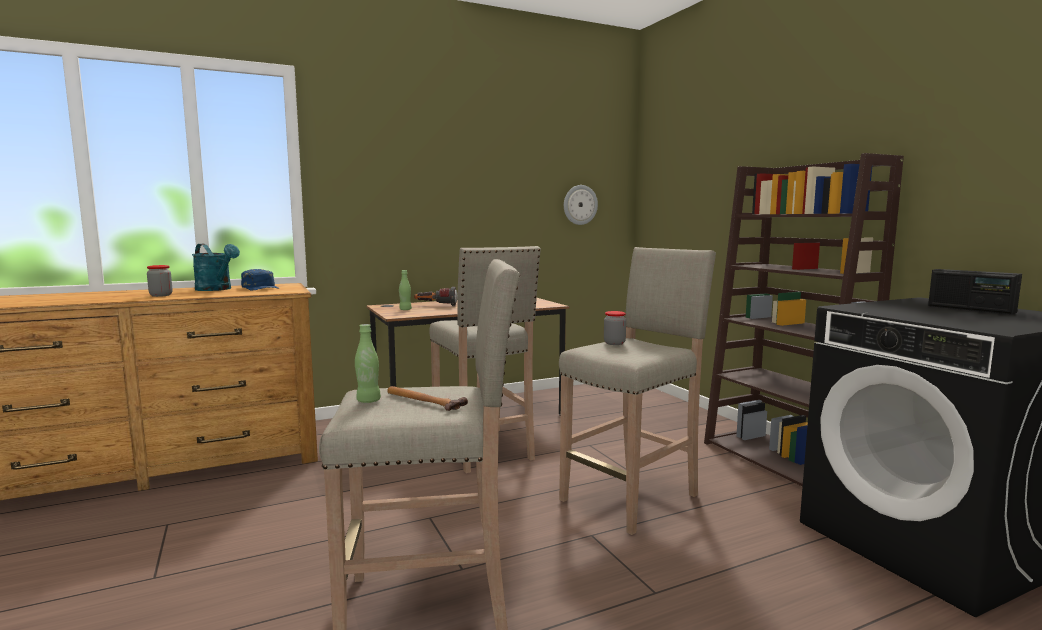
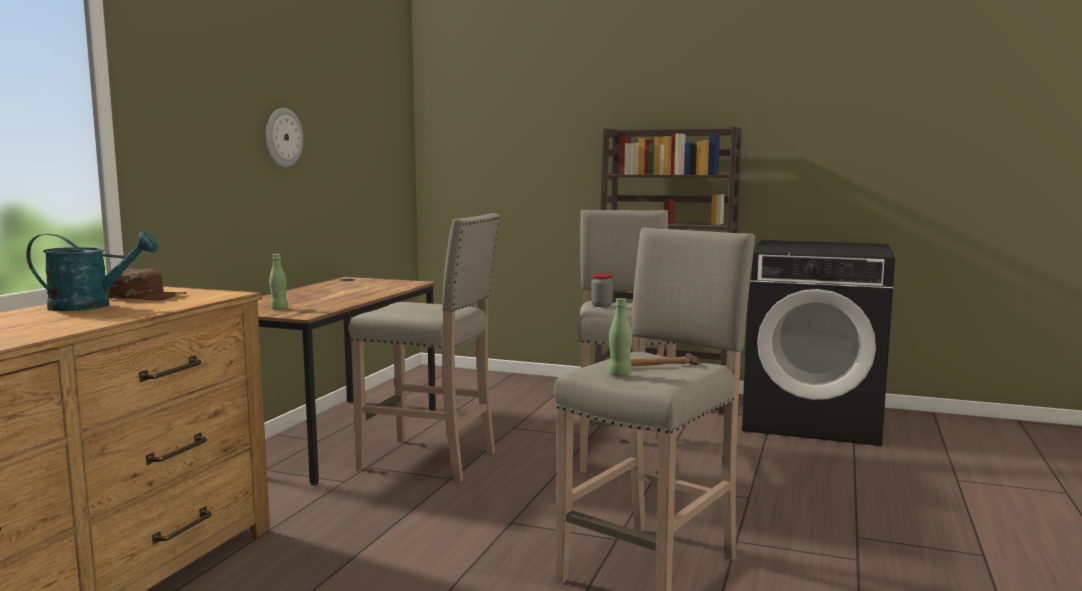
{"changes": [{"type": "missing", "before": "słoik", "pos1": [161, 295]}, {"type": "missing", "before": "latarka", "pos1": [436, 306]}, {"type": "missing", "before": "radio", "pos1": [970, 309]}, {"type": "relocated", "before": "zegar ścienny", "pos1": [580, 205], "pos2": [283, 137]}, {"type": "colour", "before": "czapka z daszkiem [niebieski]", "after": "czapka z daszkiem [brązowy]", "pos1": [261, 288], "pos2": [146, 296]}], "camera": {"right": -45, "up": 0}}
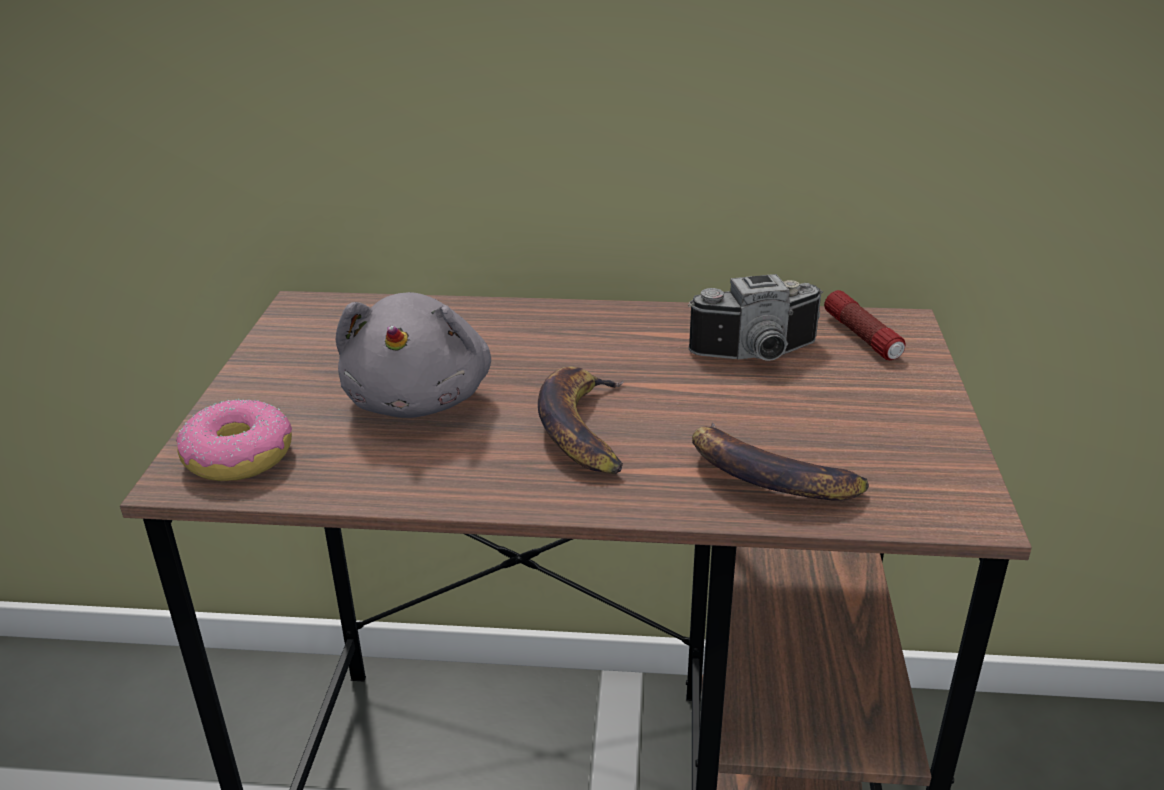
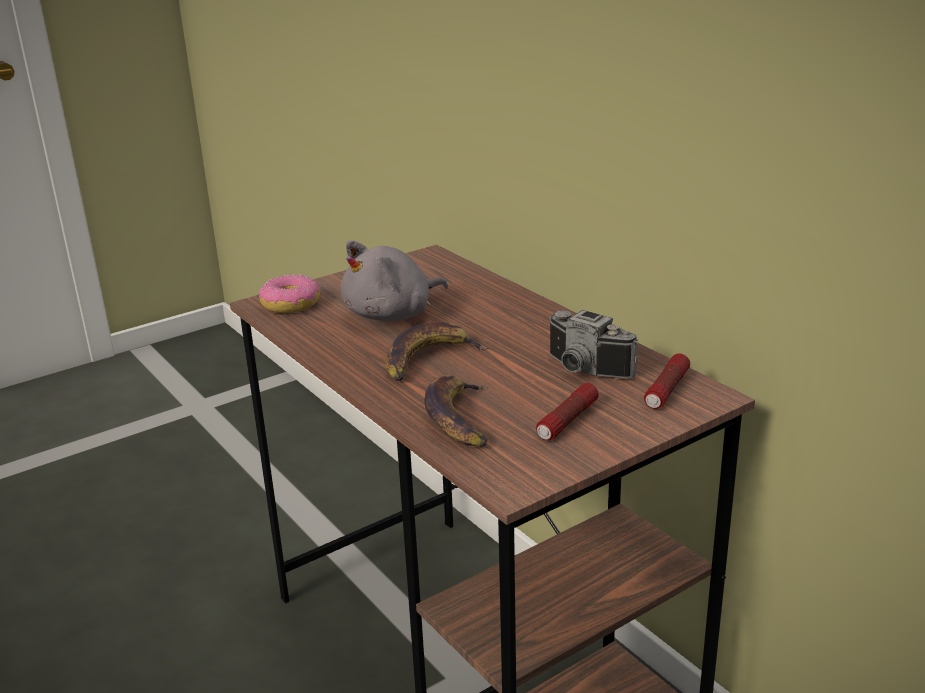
{"changes": [{"type": "appeared", "after": "latarka", "pos2": [567, 421]}], "camera": {"right": 50, "up": -5}}
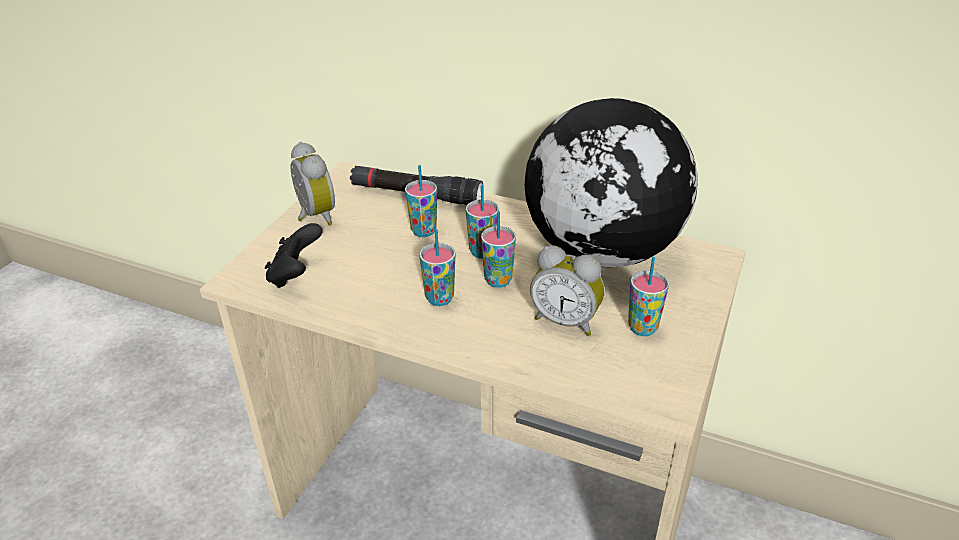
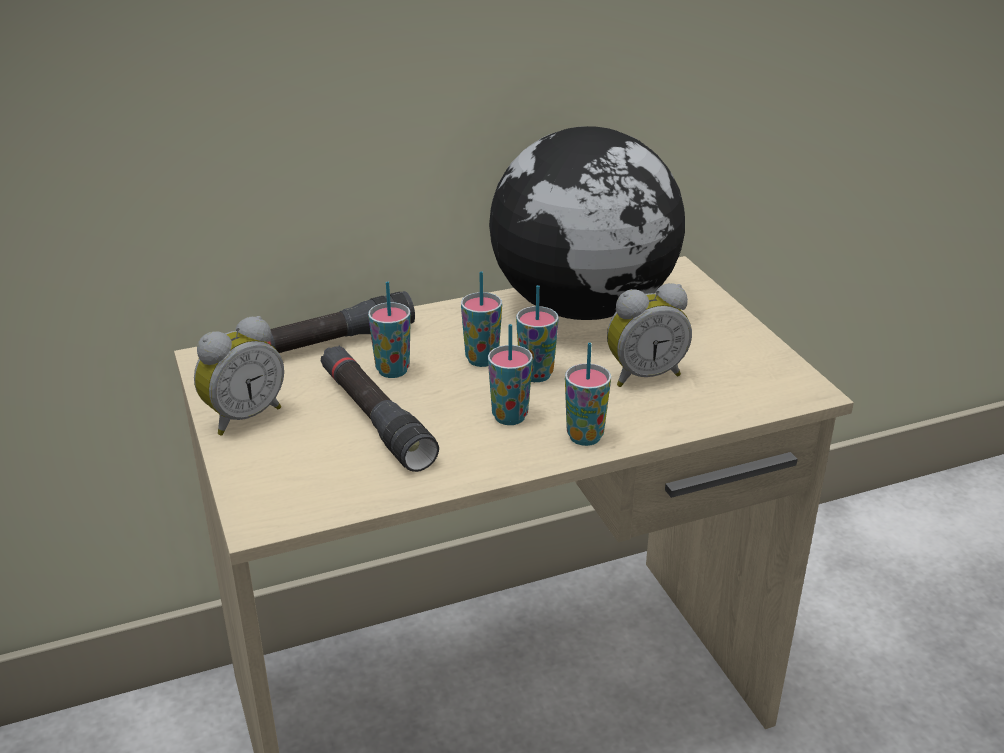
{"changes": [{"type": "missing", "before": "pad do gier [czarny]", "pos1": [296, 275]}, {"type": "appeared", "after": "latarka [czarny]", "pos2": [375, 418]}, {"type": "relocated", "before": "filiżanka", "pos1": [642, 328], "pos2": [585, 437]}, {"type": "spun", "before": "budzik", "pos1": [313, 216], "pos2": [243, 416], "turn": 120}], "camera": {"right": -45, "up": -5}}
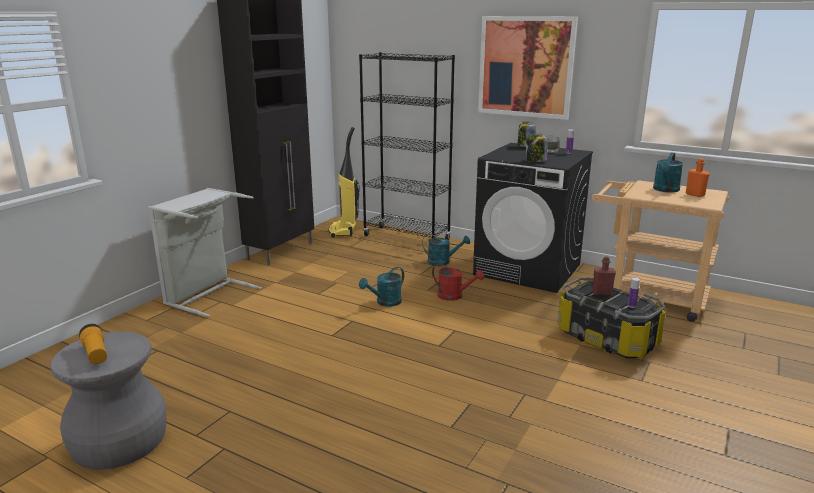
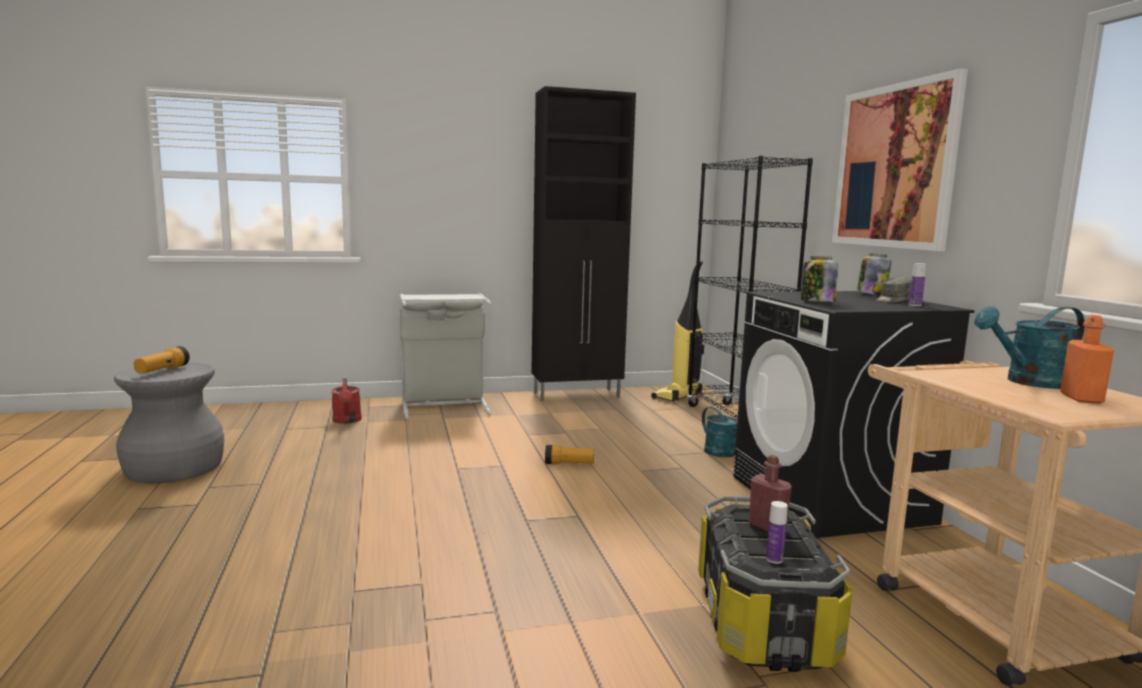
{"changes": [{"type": "relocated", "before": "konewka [czerwony]", "pos1": [454, 296], "pos2": [347, 421]}, {"type": "exchanged", "before": "konewka [turkusowy]", "after": "latarka", "pos1": [385, 302], "pos2": [569, 464]}], "camera": {"right": 45, "up": -10}}
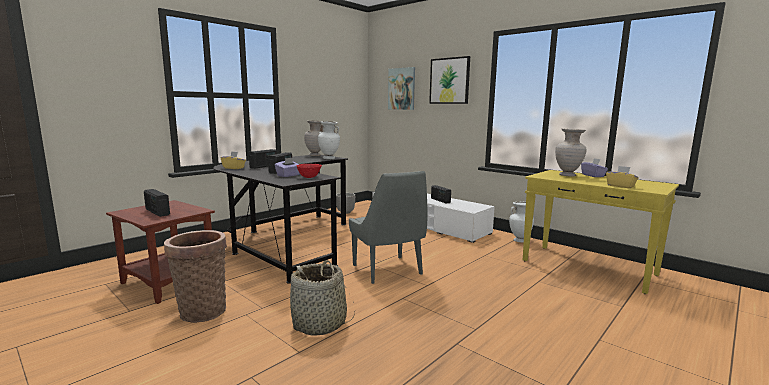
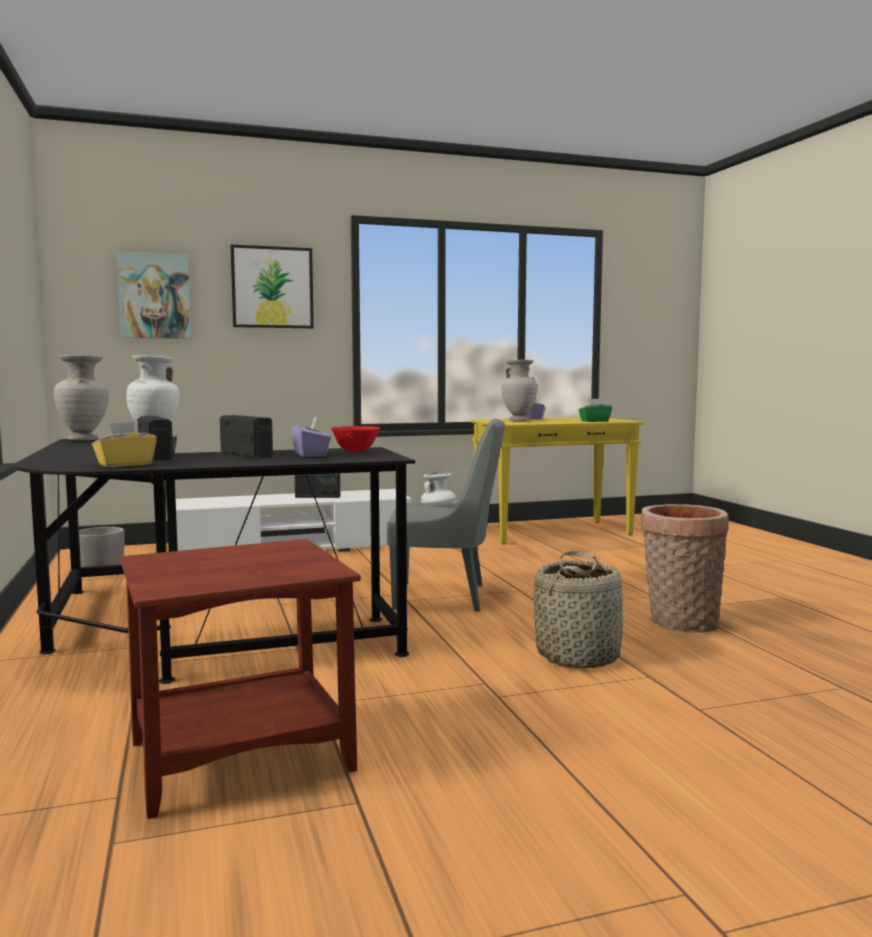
{"changes": [{"type": "missing", "before": "radio", "pos1": [157, 212]}, {"type": "relocated", "before": "koszyk", "pos1": [202, 310], "pos2": [680, 624]}, {"type": "colour", "before": "pudełko chusteczek [żółty]", "after": "pudełko chusteczek [zielony]", "pos1": [620, 186], "pos2": [594, 421]}], "camera": {"right": -60, "up": -5}}
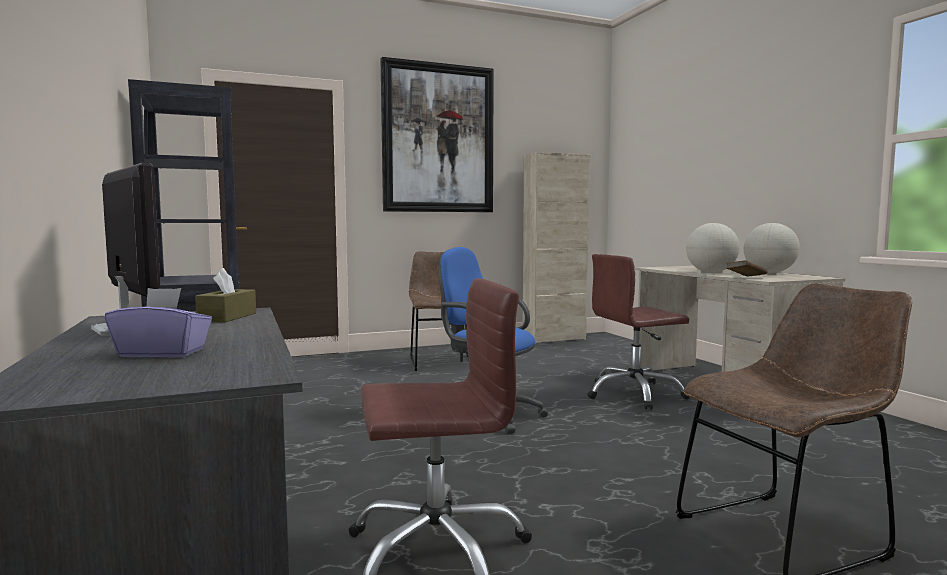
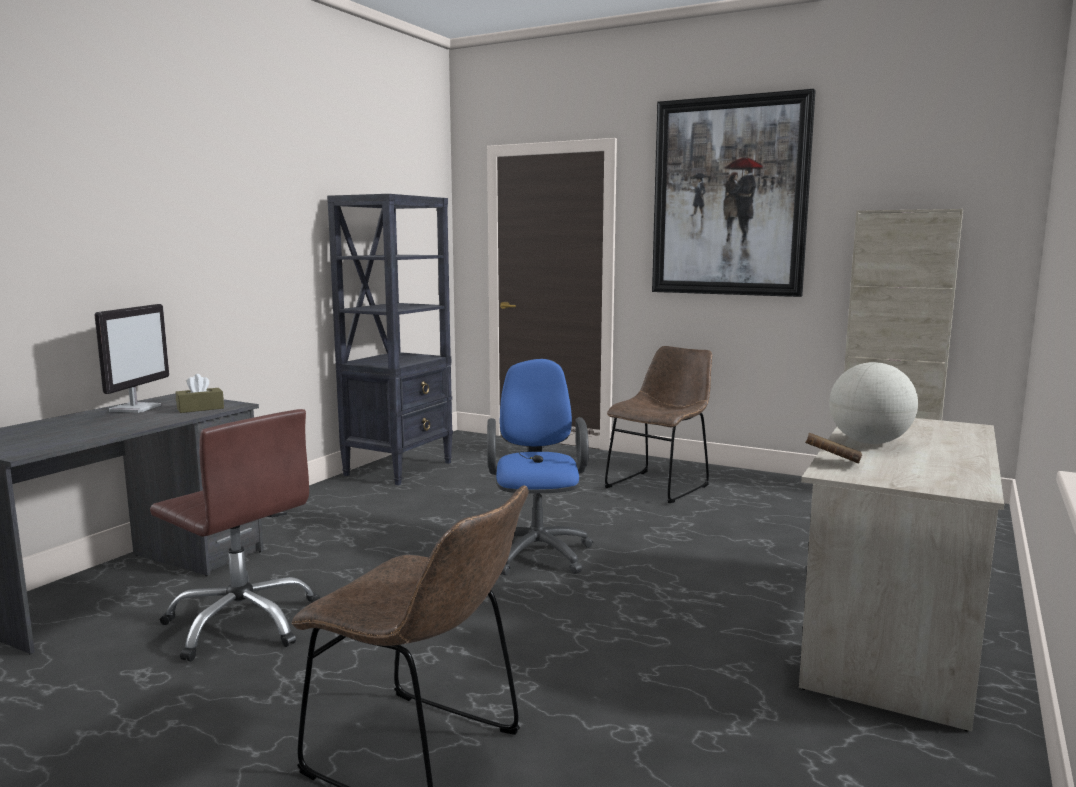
{"changes": [{"type": "missing", "before": "pudełko chusteczek [fioletowy]", "pos1": [163, 353]}, {"type": "missing", "before": "krzesło biurowe [brązowy]", "pos1": [634, 394]}, {"type": "missing", "before": "globus", "pos1": [769, 273]}], "camera": {"right": 50, "up": 5}}
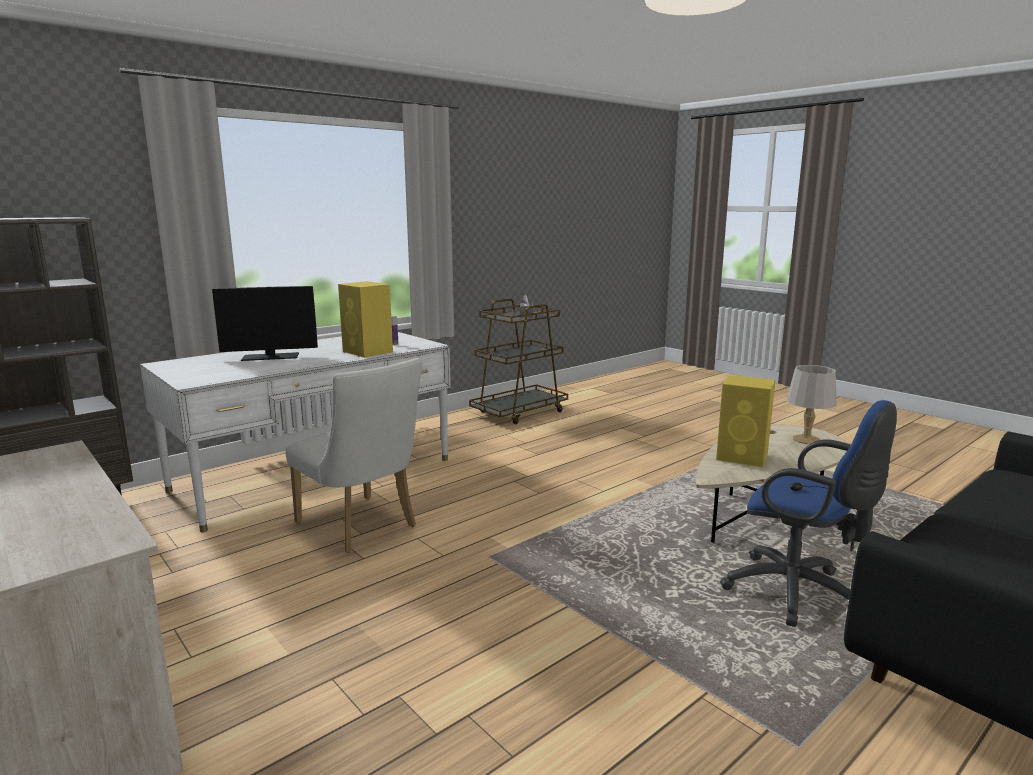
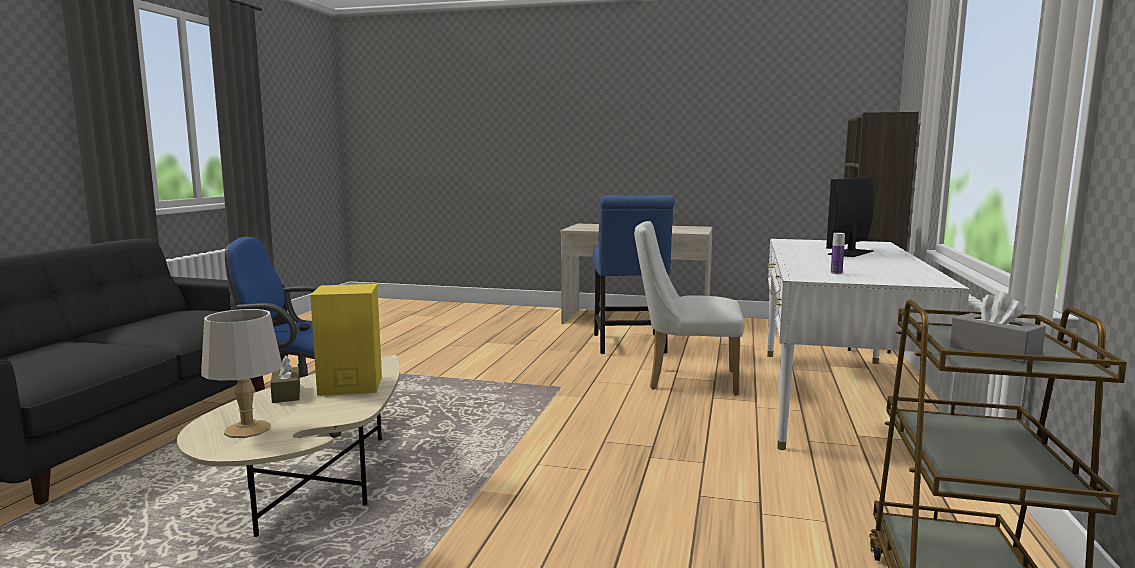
{"changes": [{"type": "missing", "before": "głośnik [żółty]", "pos1": [368, 352]}, {"type": "appeared", "after": "pudełko chusteczek [brązowy]", "pos2": [286, 394]}, {"type": "appeared", "after": "krzesło [niebieski]", "pos2": [629, 345]}], "camera": {"right": 145, "up": -5}}
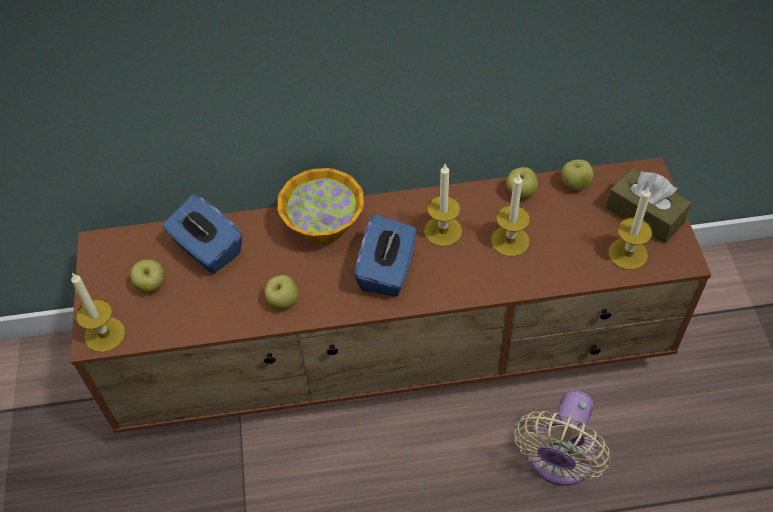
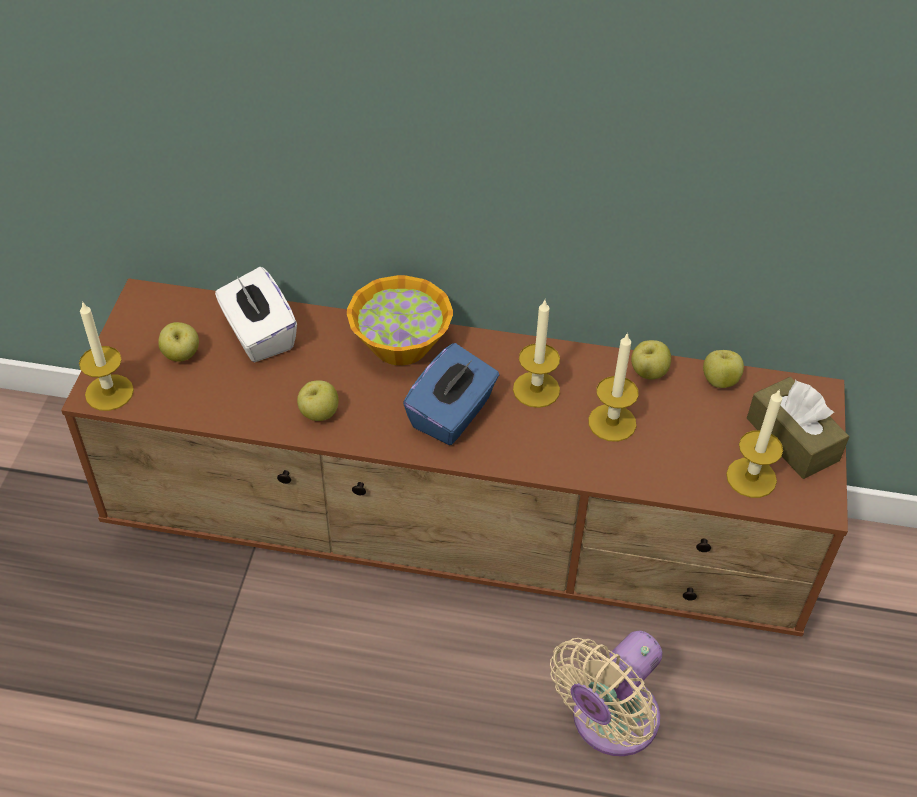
{"changes": [{"type": "colour", "before": "pudełko chusteczek [niebieski]", "after": "pudełko chusteczek [biały]", "pos1": [207, 249], "pos2": [258, 335]}], "camera": {"right": 15, "up": -5}}
